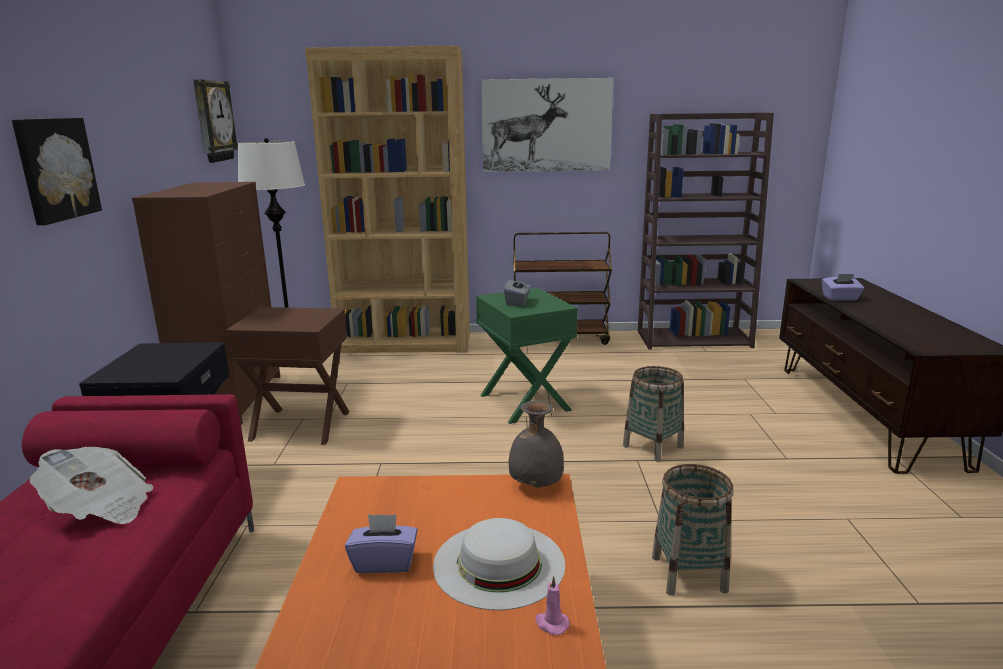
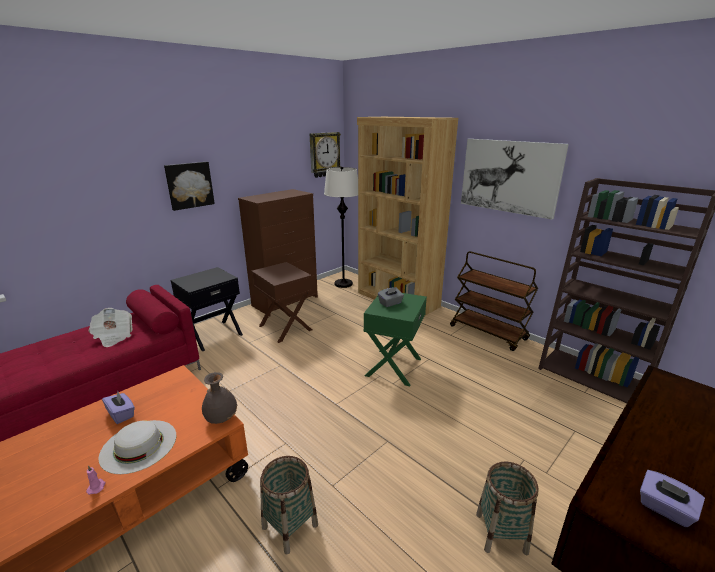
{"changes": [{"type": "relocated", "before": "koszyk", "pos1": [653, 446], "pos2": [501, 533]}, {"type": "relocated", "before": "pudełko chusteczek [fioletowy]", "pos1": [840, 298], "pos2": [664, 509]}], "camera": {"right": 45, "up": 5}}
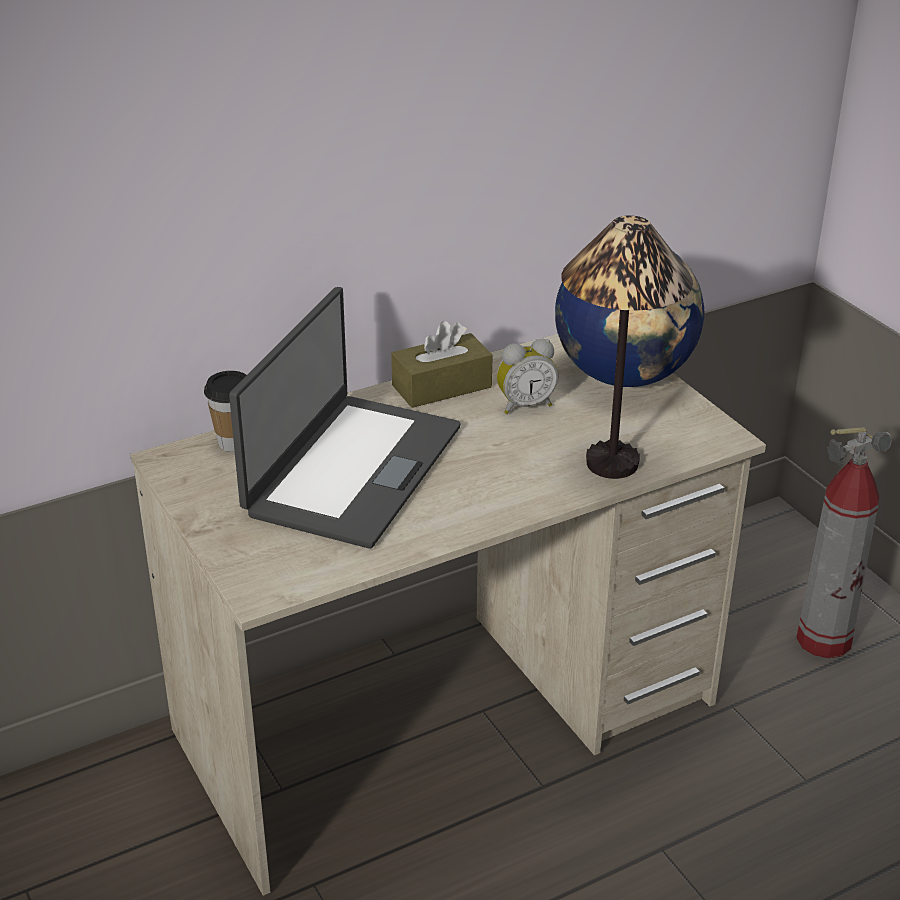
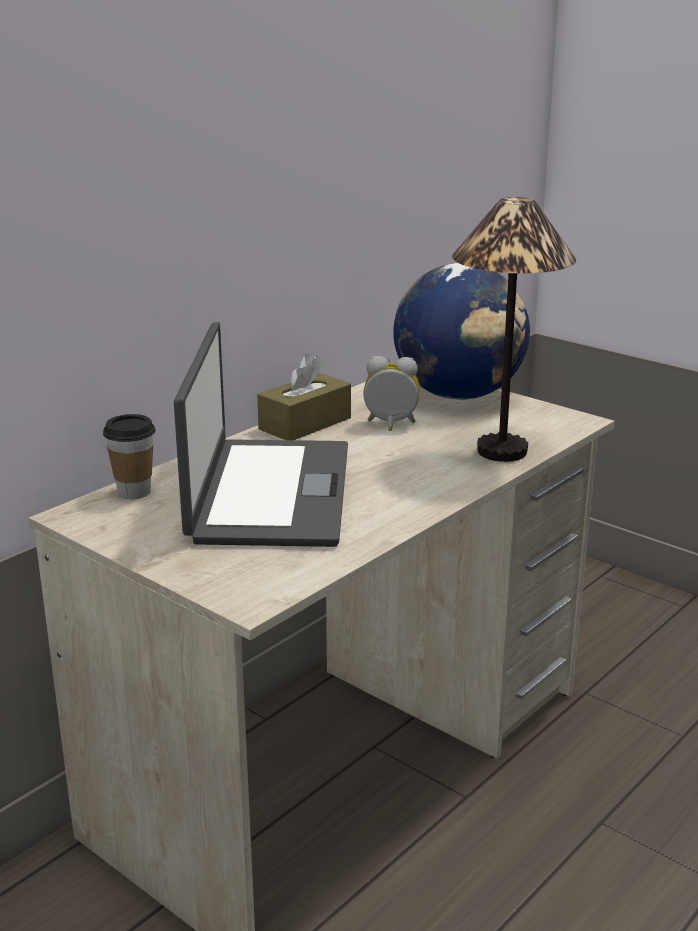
{"changes": [{"type": "missing", "before": "gaśnica", "pos1": [824, 639]}, {"type": "spun", "before": "budzik", "pos1": [524, 405], "pos2": [390, 425], "turn": -135}], "camera": {"right": -20, "up": -10}}
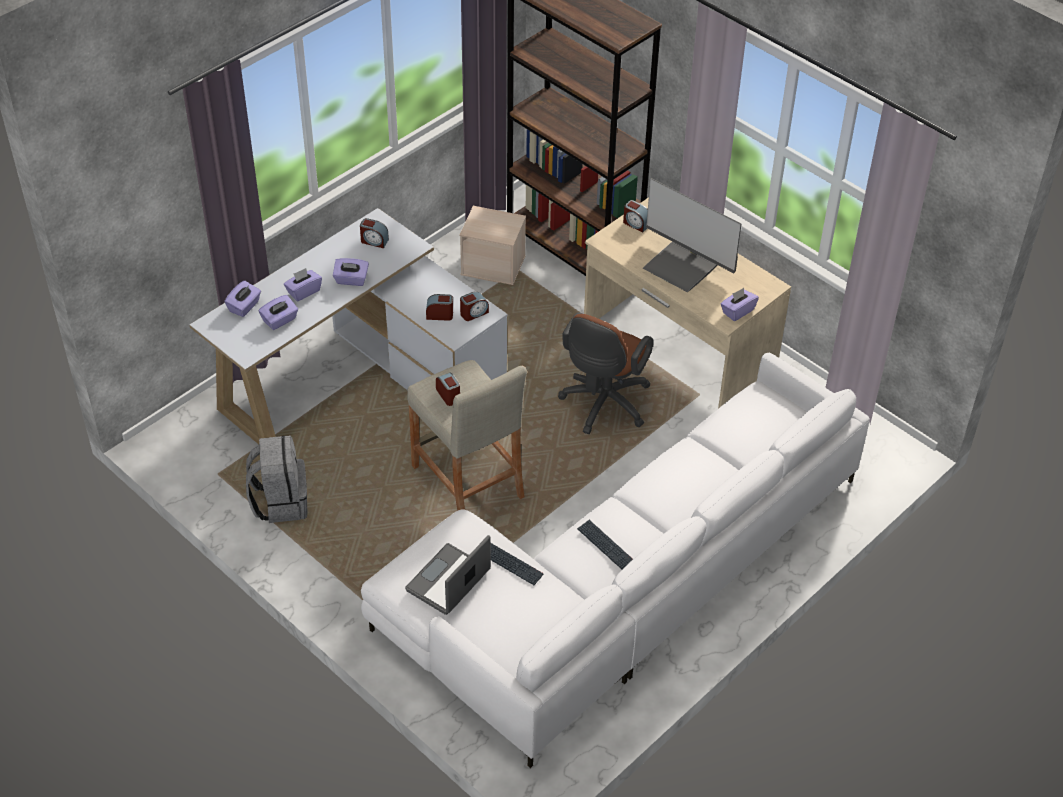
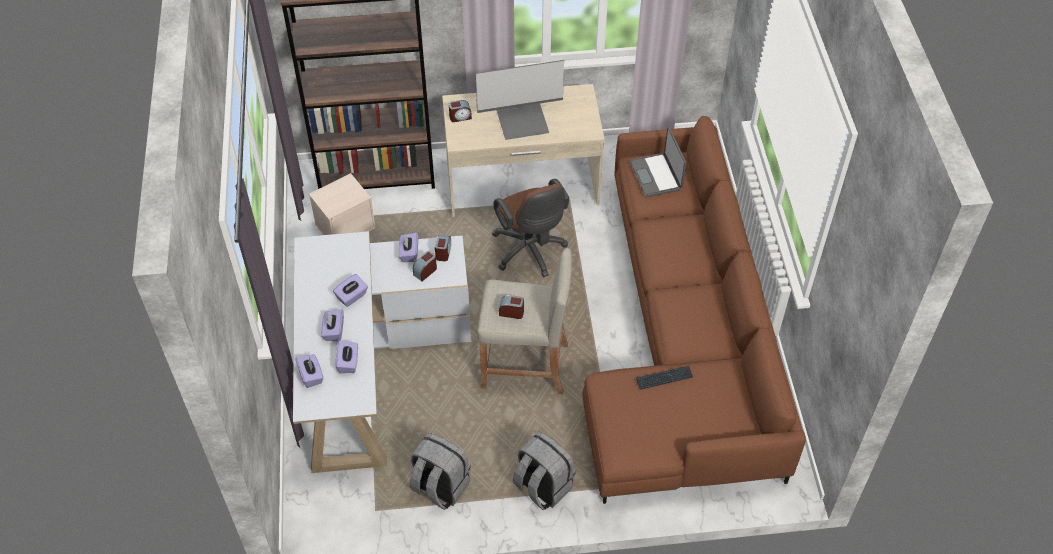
{"changes": [{"type": "missing", "before": "budzik", "pos1": [374, 241]}, {"type": "missing", "before": "klawiatura", "pos1": [605, 545]}, {"type": "appeared", "after": "plecak [szary]", "pos2": [542, 486]}, {"type": "relocated", "before": "laptop", "pos1": [449, 581], "pos2": [656, 176]}, {"type": "relocated", "before": "pudełko chusteczek [fioletowy]", "pos1": [737, 311], "pos2": [409, 253]}, {"type": "colour", "before": "kanapa [biały]", "after": "kanapa [brązowy]", "pos1": [620, 583], "pos2": [682, 341]}], "camera": {"right": -50, "up": 5}}
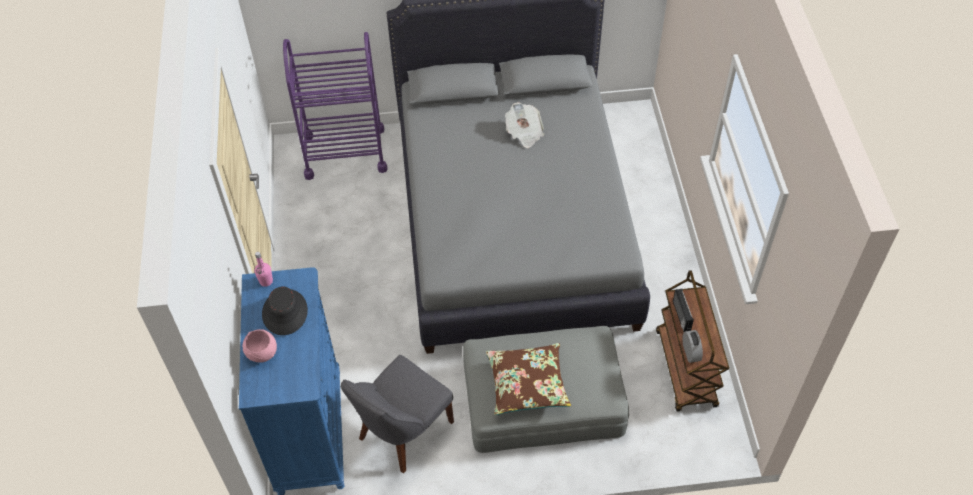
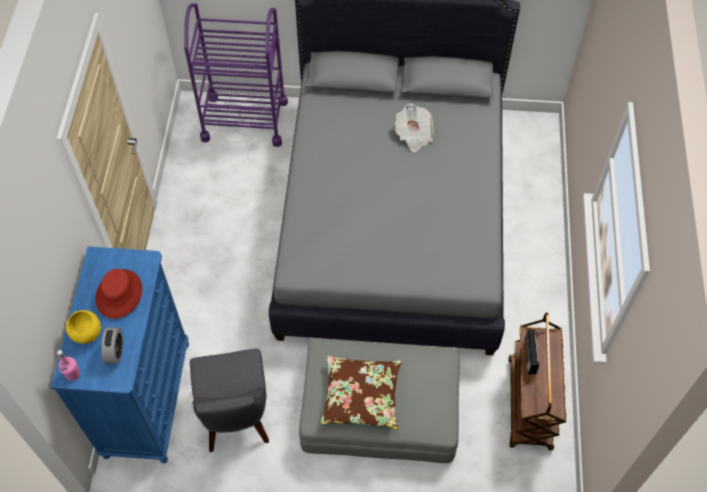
{"changes": [{"type": "relocated", "before": "butelka [różowy]", "pos1": [266, 281], "pos2": [73, 374]}, {"type": "relocated", "before": "budzik", "pos1": [690, 352], "pos2": [115, 351]}, {"type": "colour", "before": "miska [różowy]", "after": "miska [żółty]", "pos1": [261, 353], "pos2": [86, 333]}, {"type": "colour", "before": "kapelusz [czarny]", "after": "kapelusz [czerwony]", "pos1": [284, 312], "pos2": [119, 294]}, {"type": "spun", "before": "krzesło [szary]", "pos1": [402, 432], "pos2": [235, 417], "turn": -60}], "camera": {"right": 10, "up": 5}}
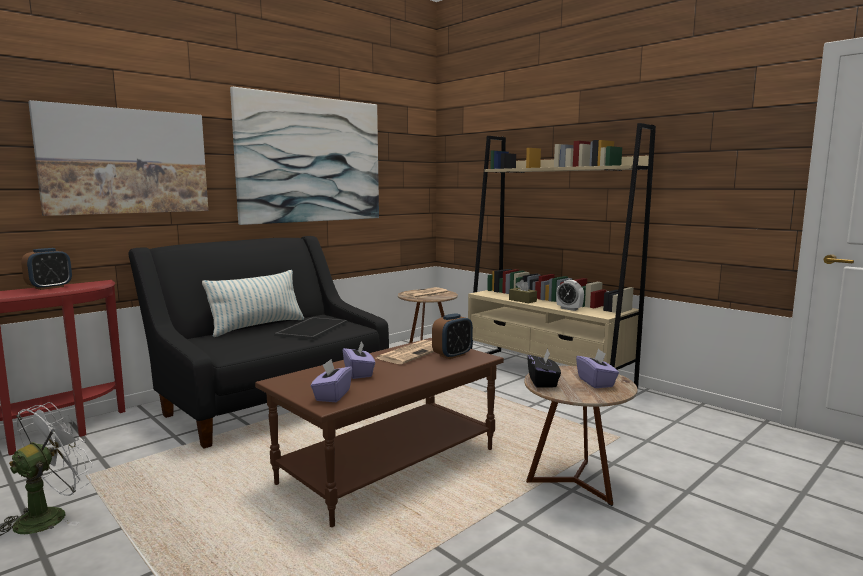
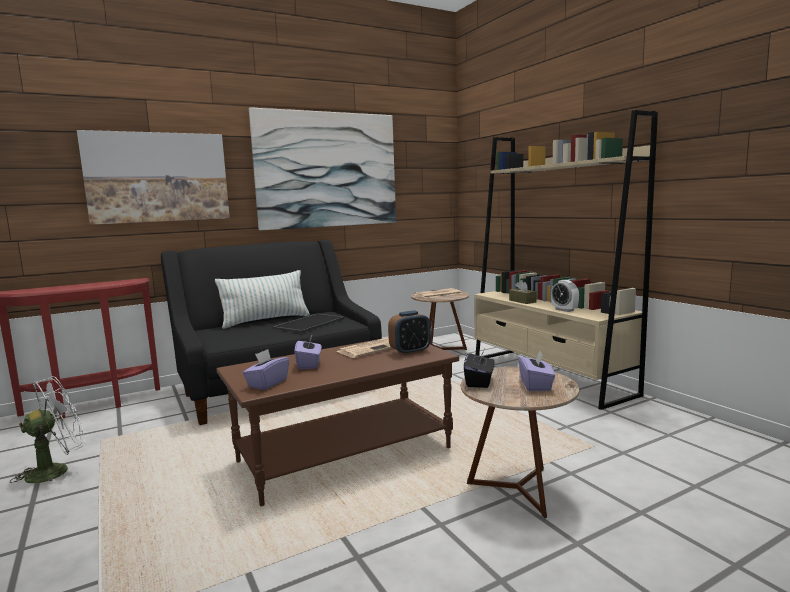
{"changes": [{"type": "missing", "before": "budzik", "pos1": [49, 287]}], "camera": {"right": 15, "up": 0}}
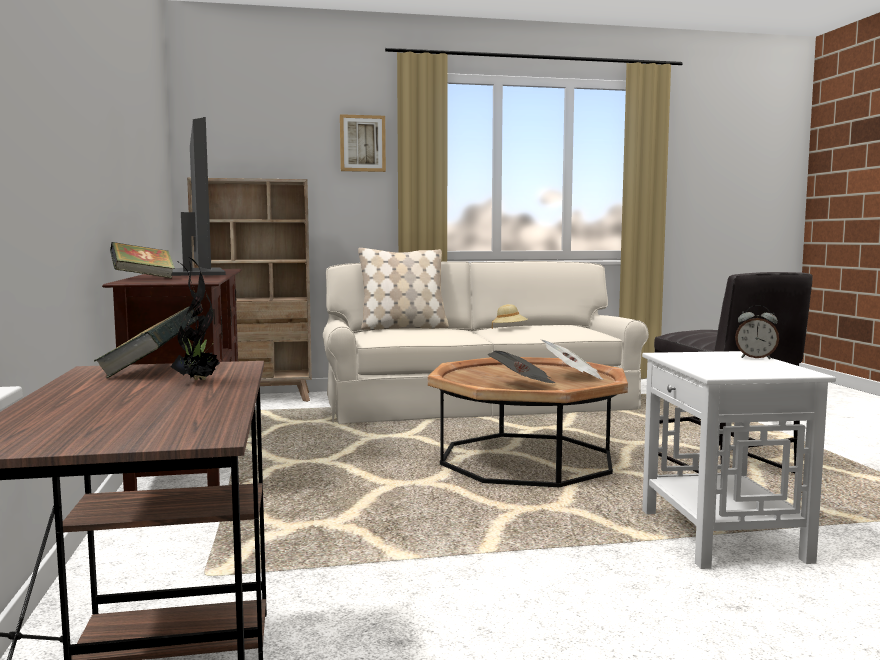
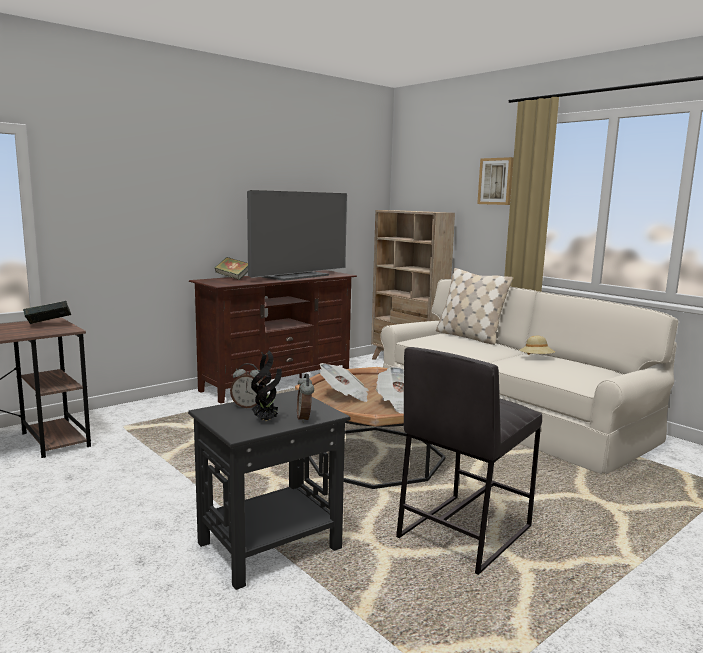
{"changes": [{"type": "appeared", "after": "budzik", "pos2": [248, 406]}, {"type": "relocated", "before": "roślina doniczkowa", "pos1": [198, 381], "pos2": [266, 420]}, {"type": "colour", "before": "stolik [biały]", "after": "stolik [czarny]", "pos1": [722, 536], "pos2": [268, 546]}], "camera": {"right": 60, "up": 5}}
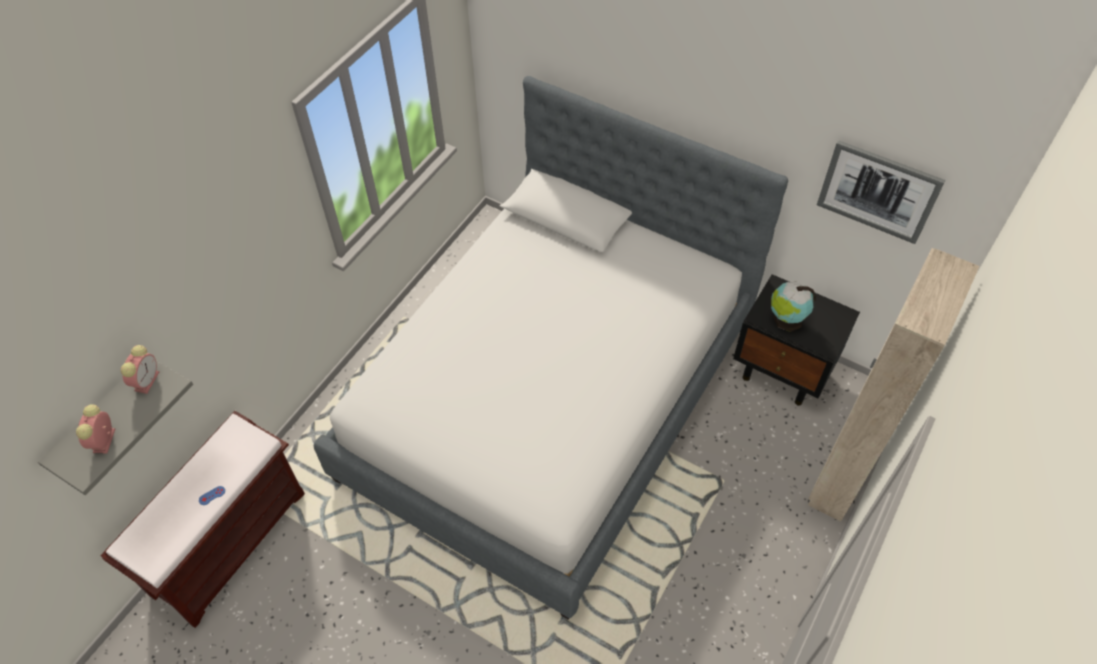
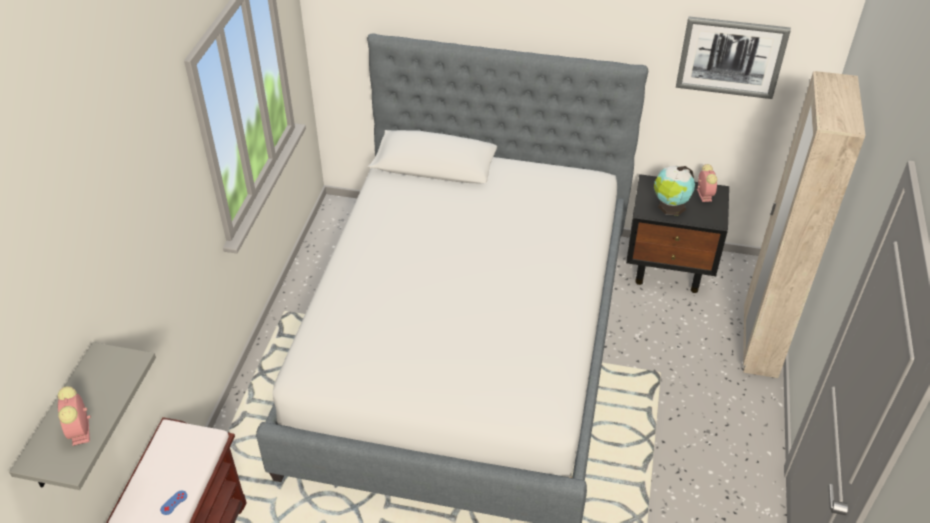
{"changes": [{"type": "relocated", "before": "budzik", "pos1": [147, 380], "pos2": [703, 194]}], "camera": {"right": -20, "up": -10}}
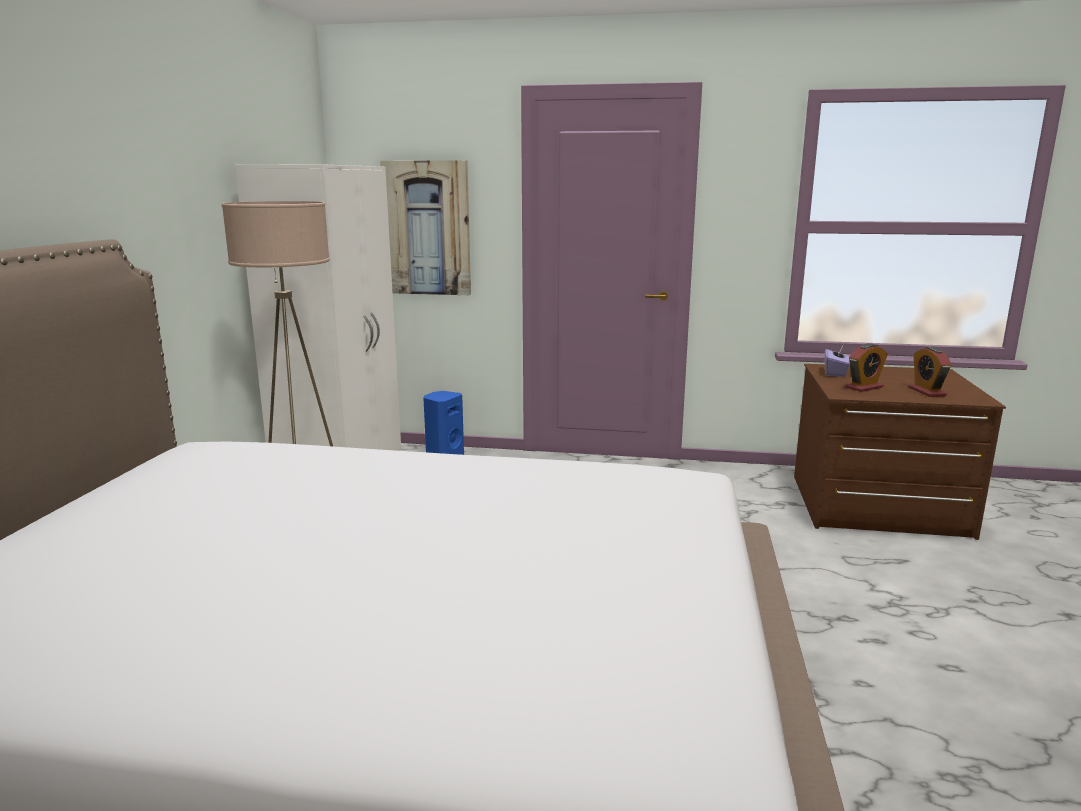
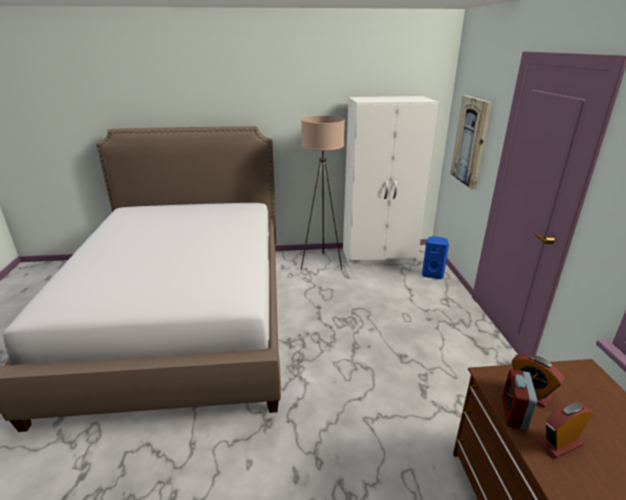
{"changes": [{"type": "missing", "before": "pudełko chusteczek [fioletowy]", "pos1": [835, 373]}, {"type": "appeared", "after": "budzik", "pos2": [513, 413]}], "camera": {"right": 75, "up": 10}}
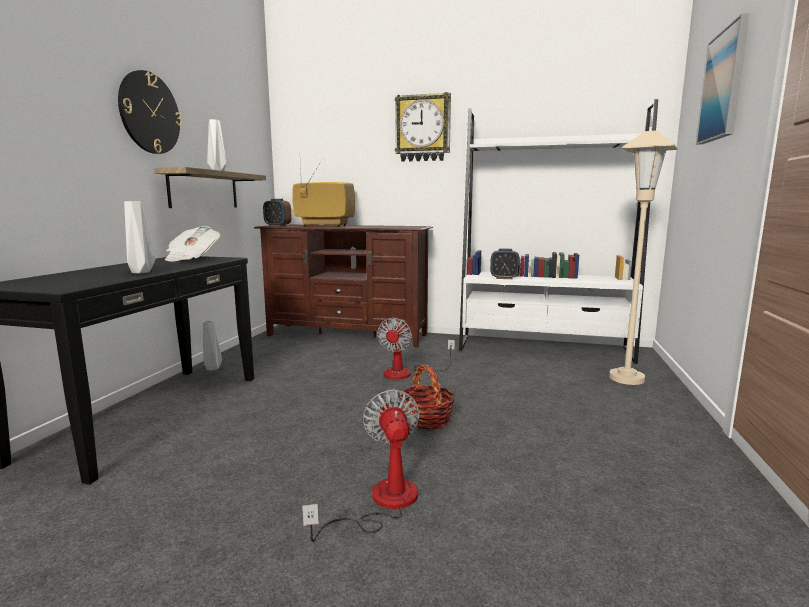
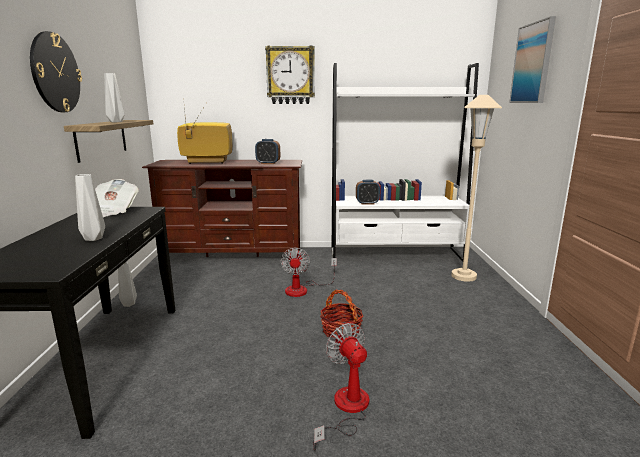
{"changes": [{"type": "relocated", "before": "budzik", "pos1": [277, 226], "pos2": [268, 163]}], "camera": {"right": -15, "up": 5}}
